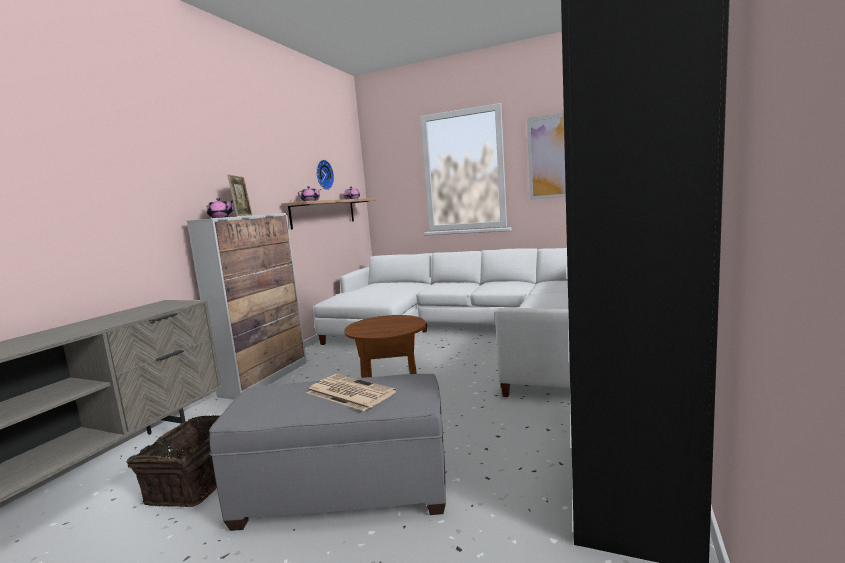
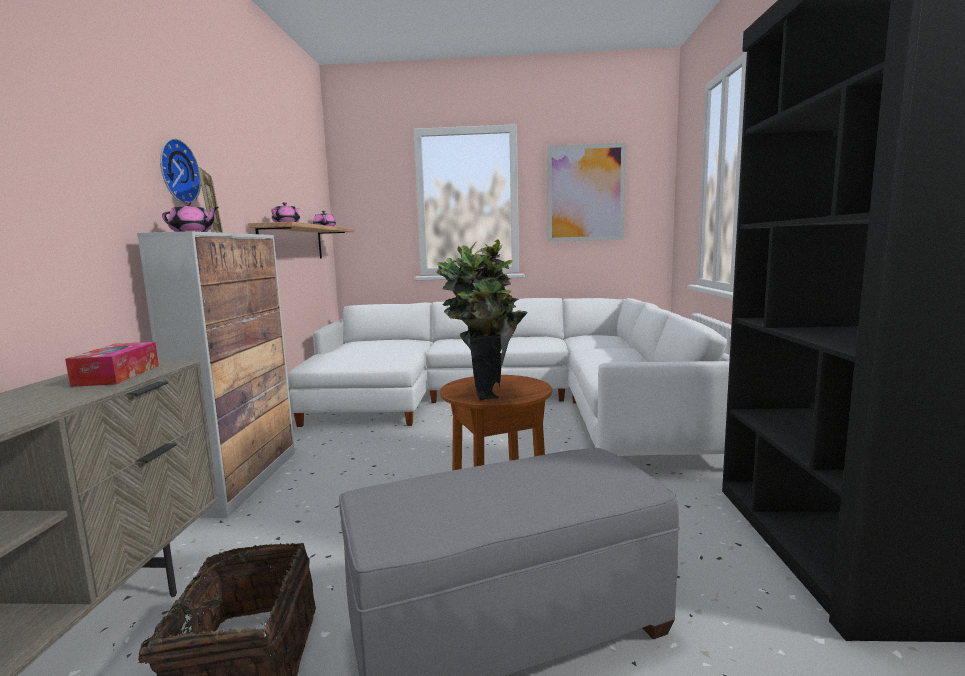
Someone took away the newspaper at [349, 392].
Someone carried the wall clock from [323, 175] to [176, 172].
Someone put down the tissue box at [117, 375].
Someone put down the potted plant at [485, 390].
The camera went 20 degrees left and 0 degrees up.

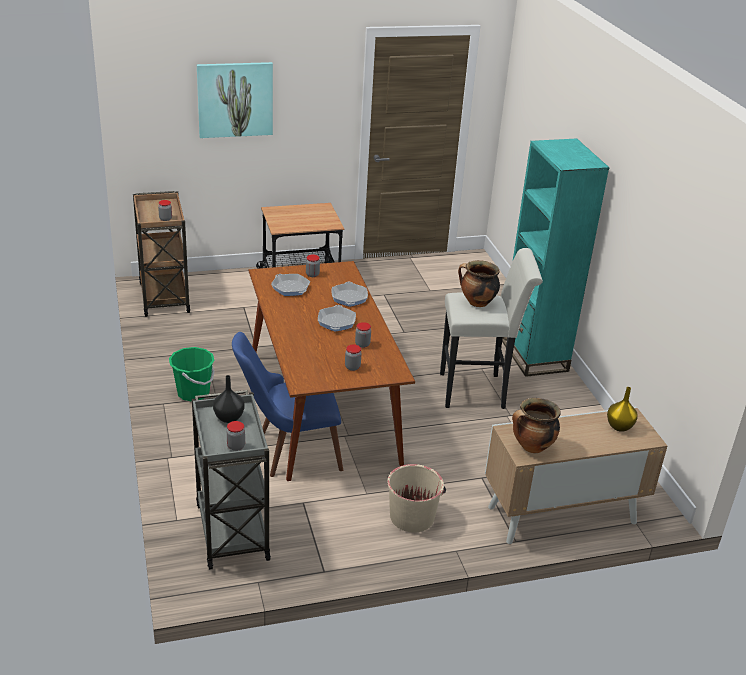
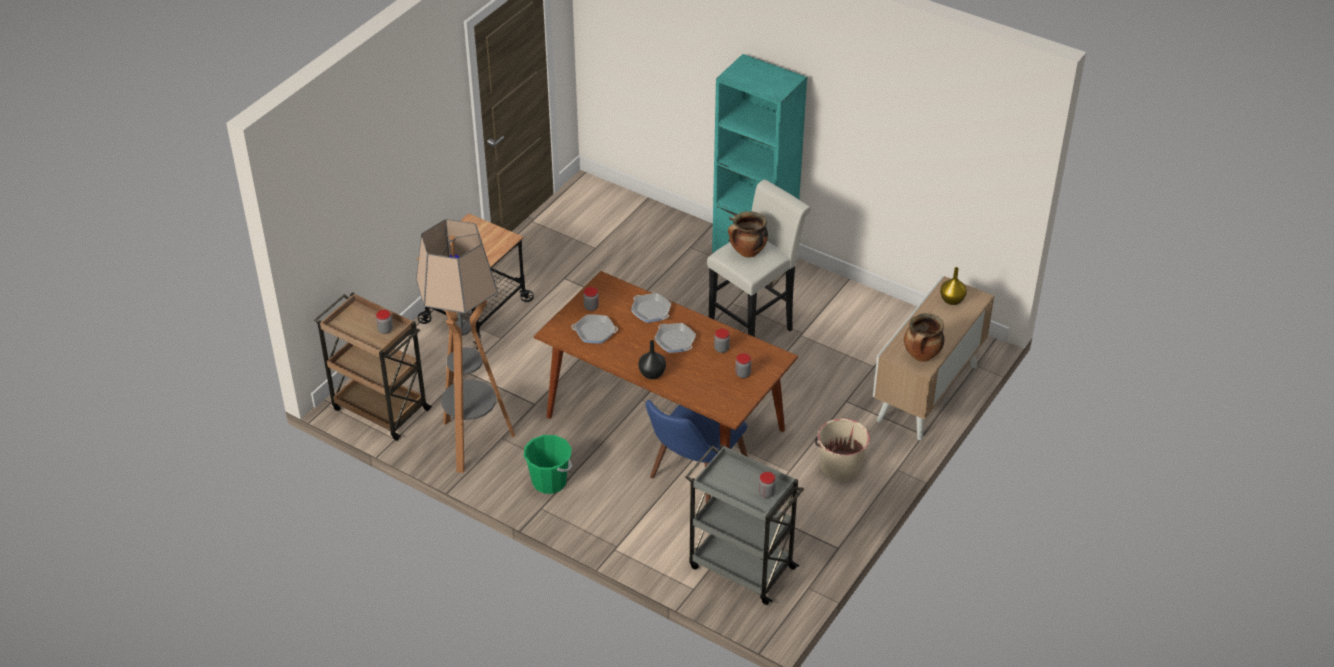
Someone took away the picture at [235, 99].
Someone carried the vase (black) from [228, 417] to [651, 374].
Someone put down the floor lamp at [473, 442].
The camera went 40 degrees left and 10 degrees up.

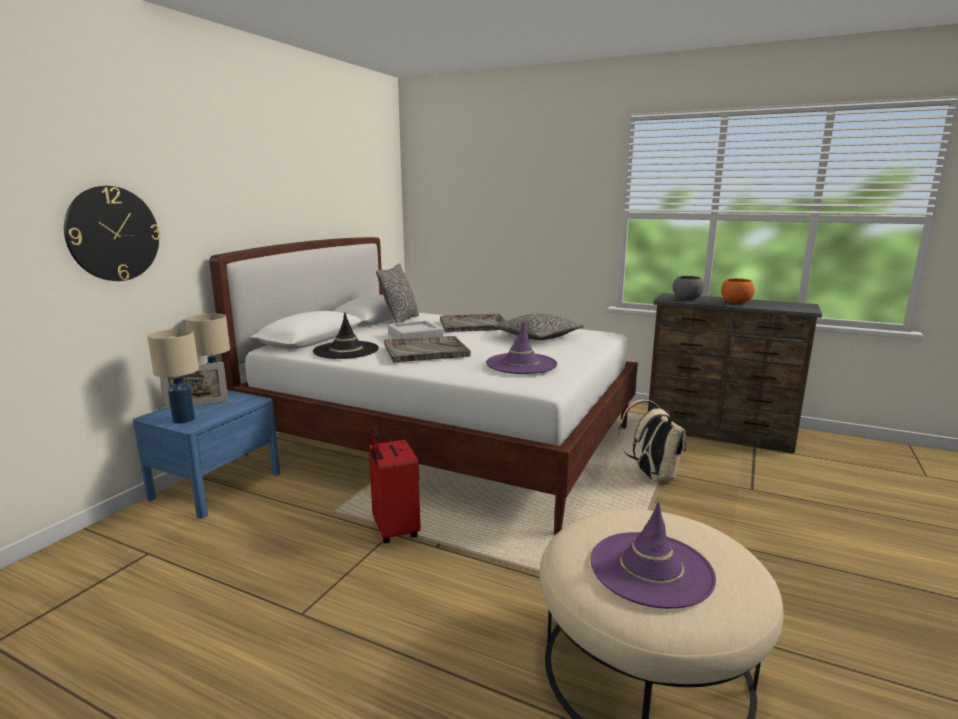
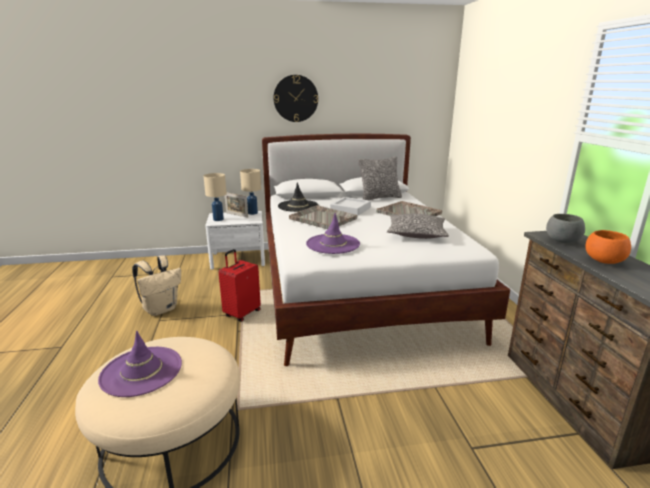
Someone carried the wall clock from [113, 234] to [295, 98].
Someone repainted the nightstand (blue) at [216, 486], which became the nightstand (white) at [238, 259].
Someone carried the backpack (beige) from [652, 475] to [161, 309].
The camera went 55 degrees right and 5 degrees up.

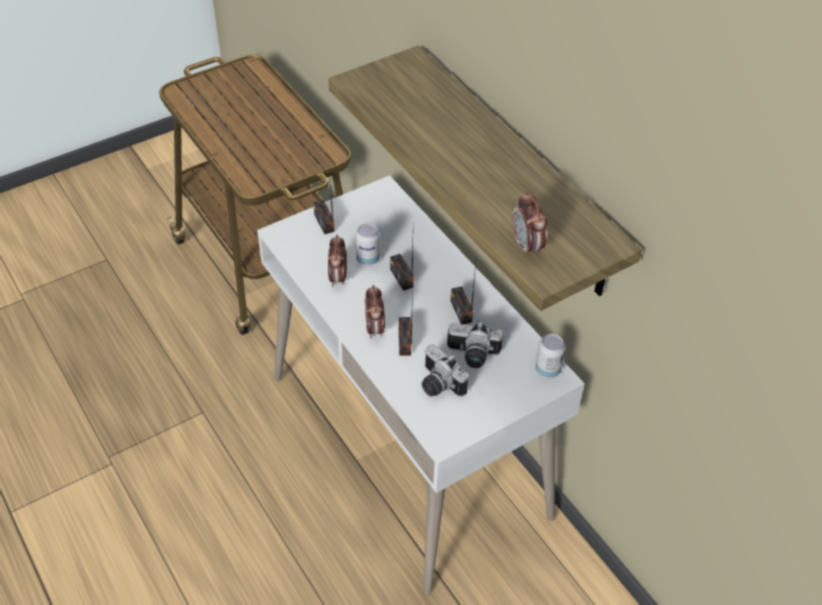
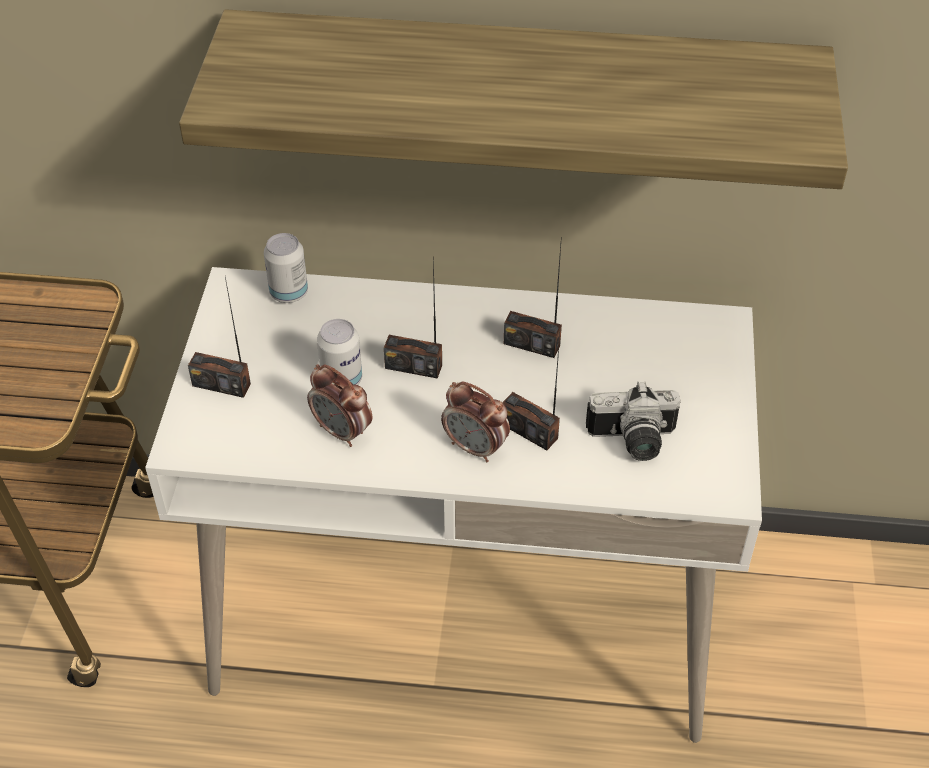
Someone took away the photo camera at [472, 356].
Someone took away the alarm clock at [527, 246].
Someone carried the can from [547, 370] to [289, 293].
The camera went 50 degrees left and 0 degrees up.

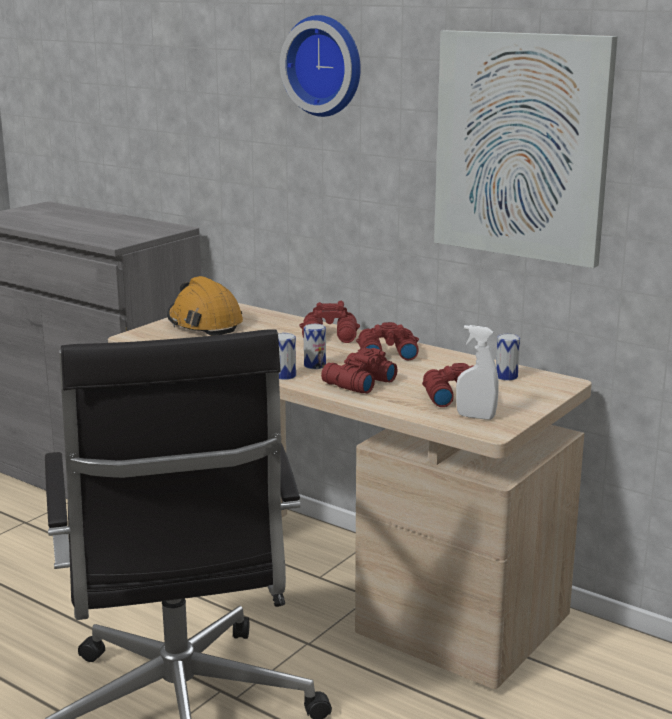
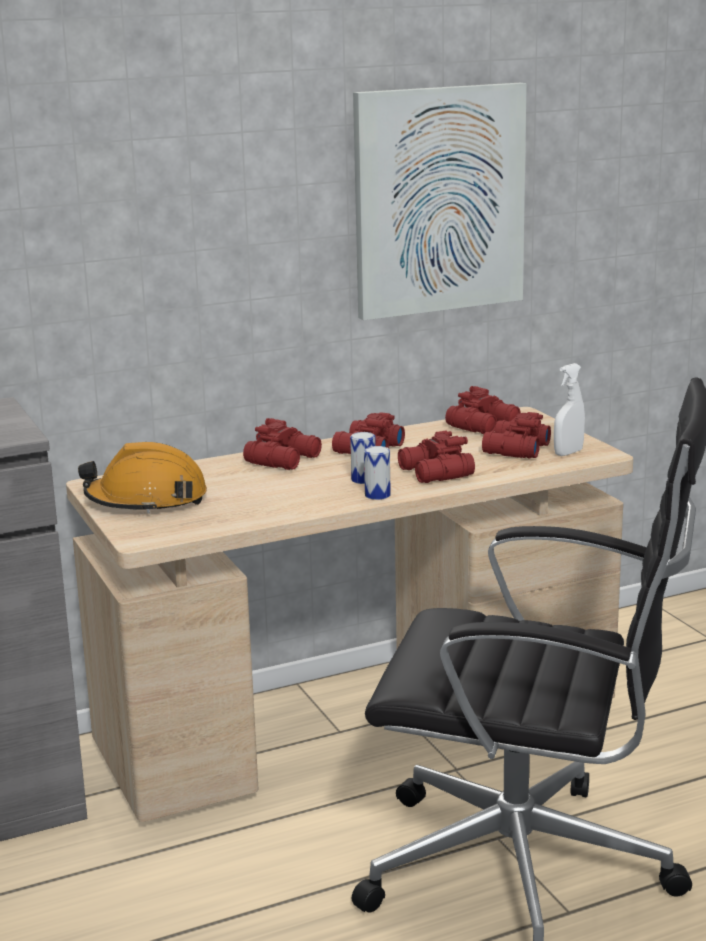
Someone took away the wall clock at [325, 65].
Someone swapped the can at [506, 376] for the binoculars (red) at [485, 426].
The camera went 60 degrees left and 0 degrees up.

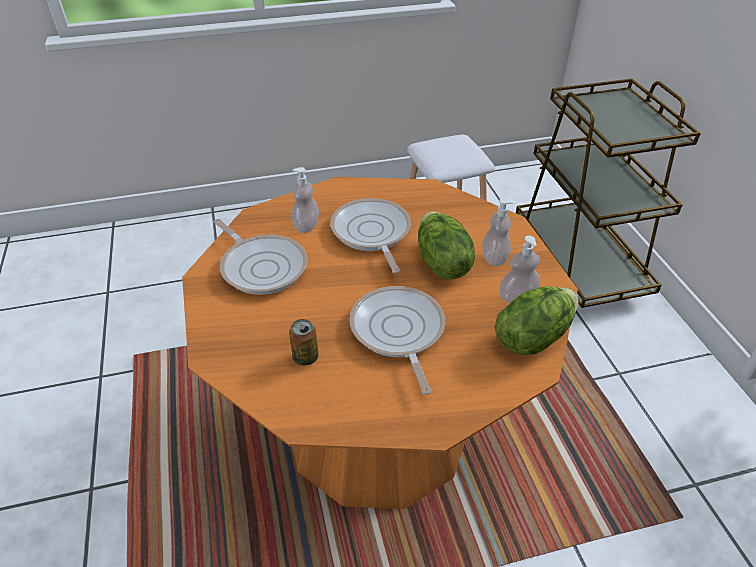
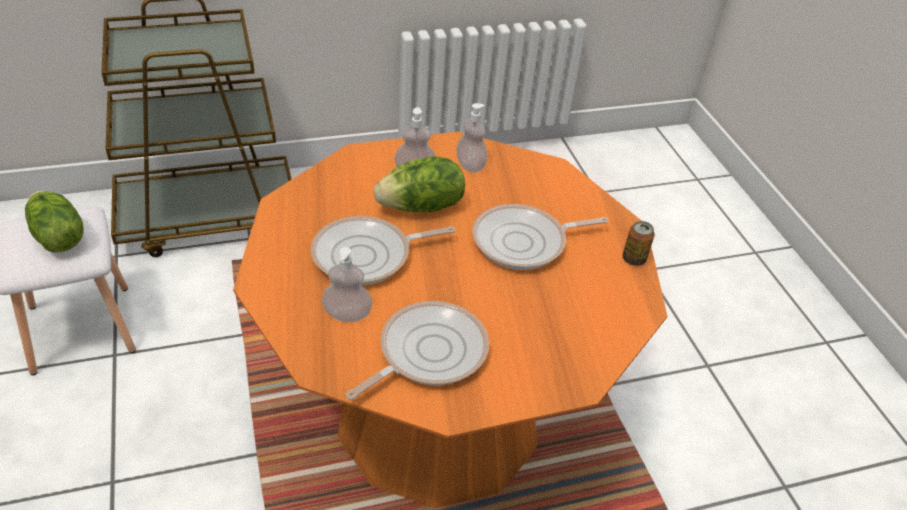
Someone carried the can from [305, 357] to [633, 259].
Someone carried the lettuce from [532, 337] to [57, 238].
The camera went 95 degrees left and 0 degrees up.

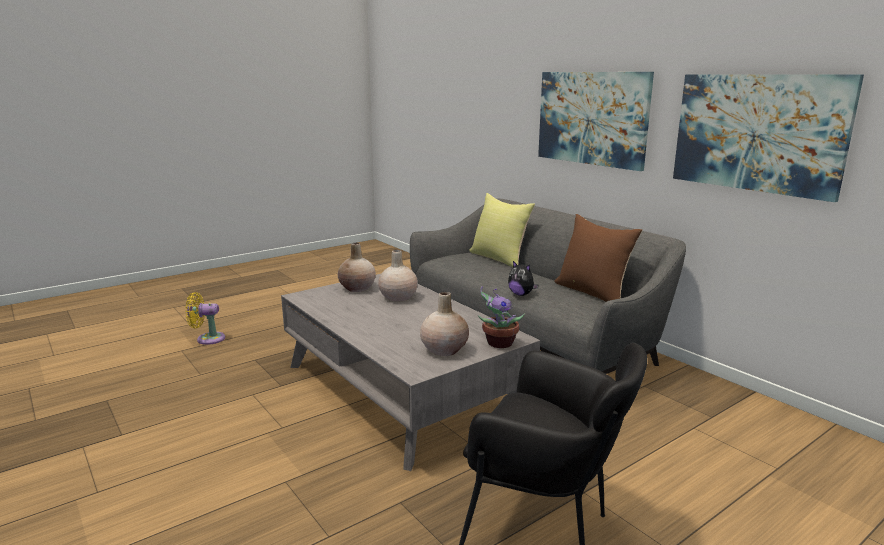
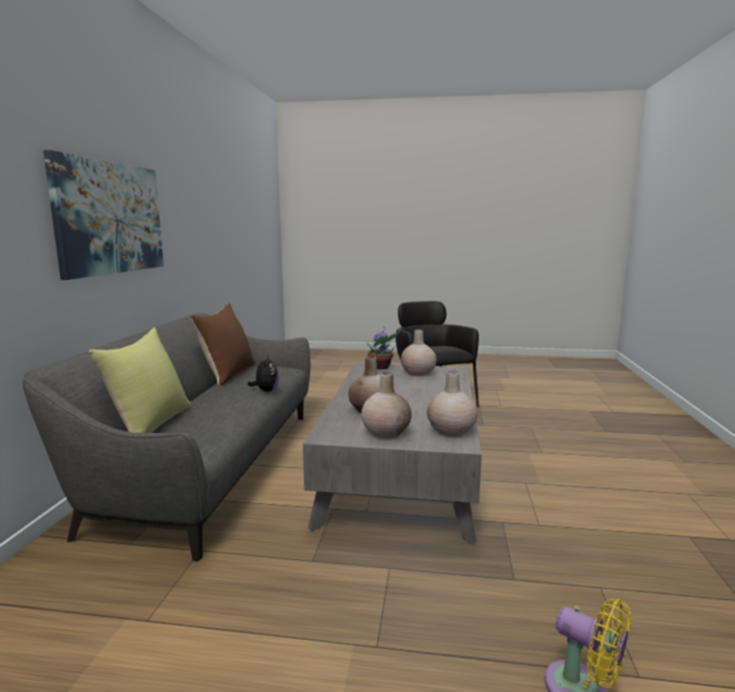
Someone took away the picture at [757, 133].
Someone put down the vase (beige) at [451, 431].
The camera went 135 degrees left and 5 degrees down.

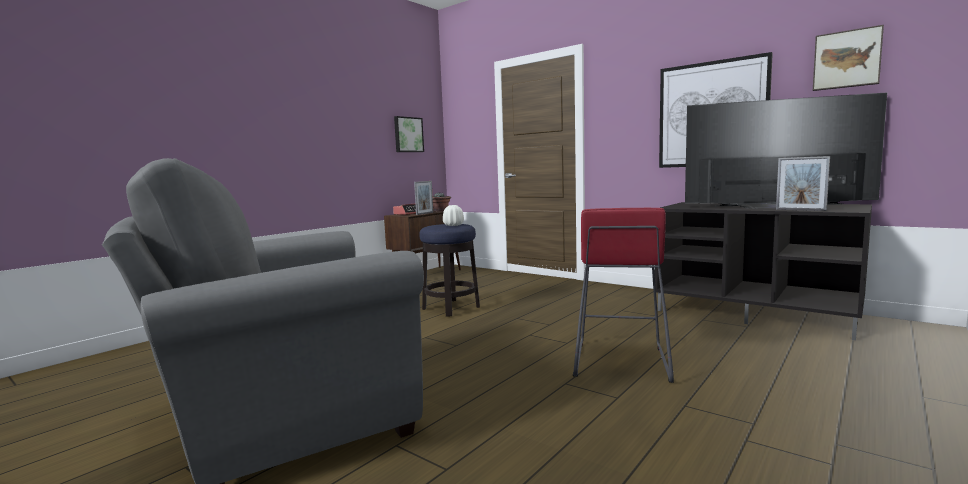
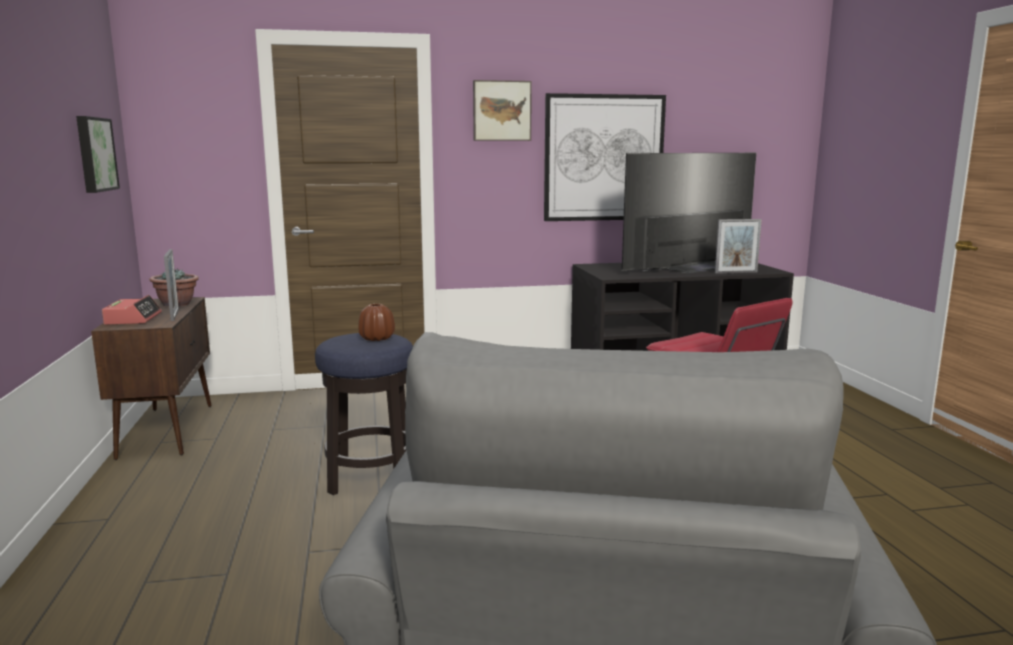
Someone repainted the vase (white) at [453, 225], which became the vase (brown) at [377, 338].
Someone carried the picture from [847, 59] to [501, 111].
The camera went 50 degrees left and 5 degrees up.

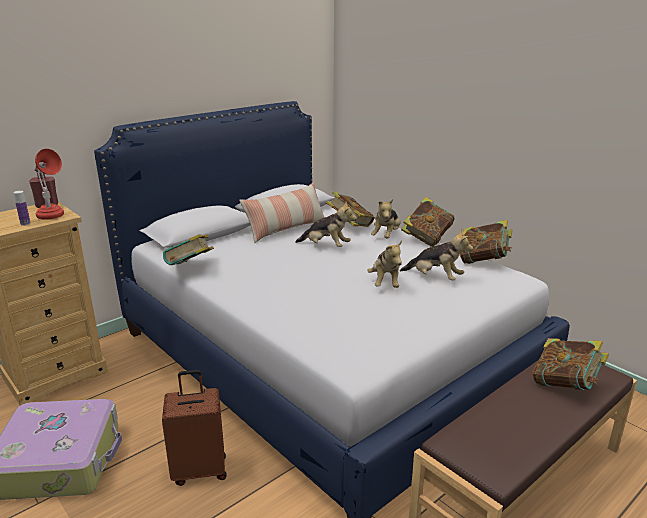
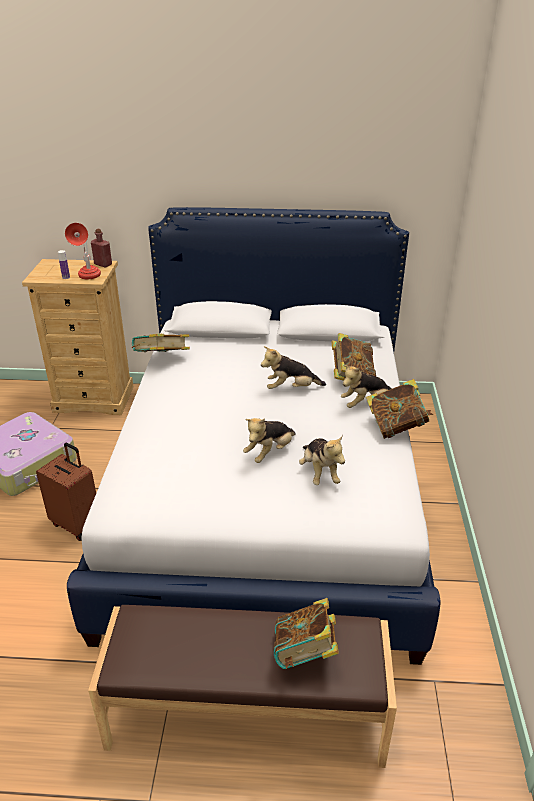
Someone took away the pillow at [286, 229].
Someone rotated the plush toy at [326, 246] by 105 degrees clockwise.
Someone took away the book at [483, 261].
The camera went 45 degrees right and 10 degrees up.

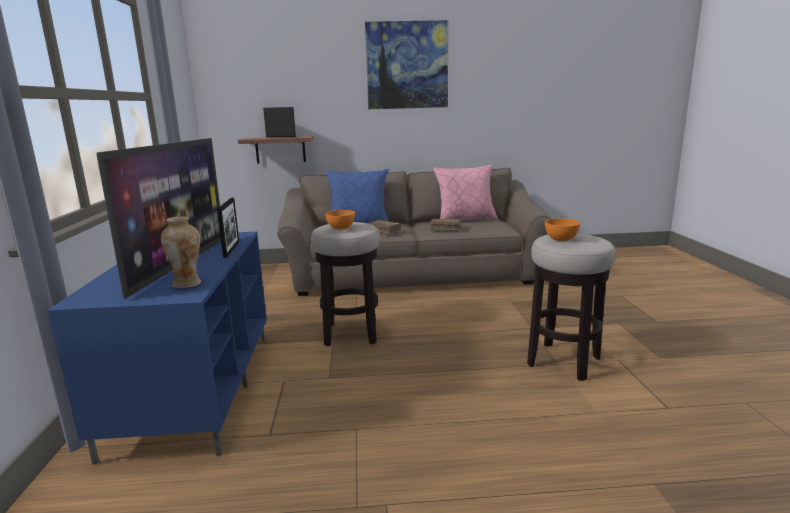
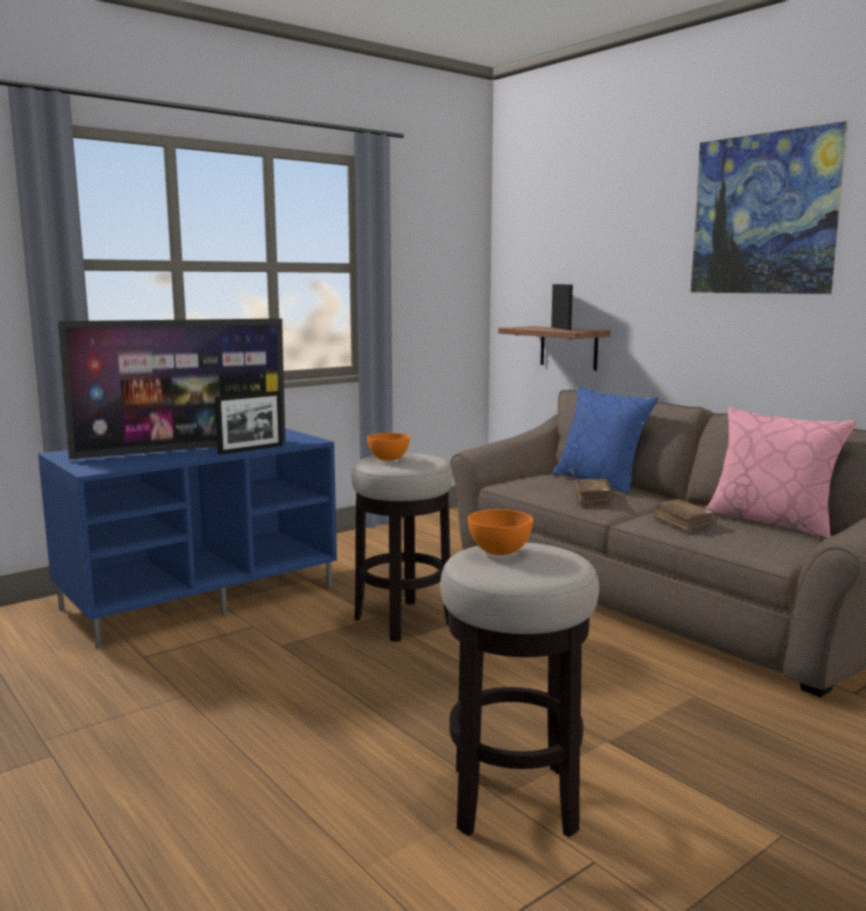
Someone took away the vase at [187, 284].
The camera went 55 degrees right and 5 degrees down.

